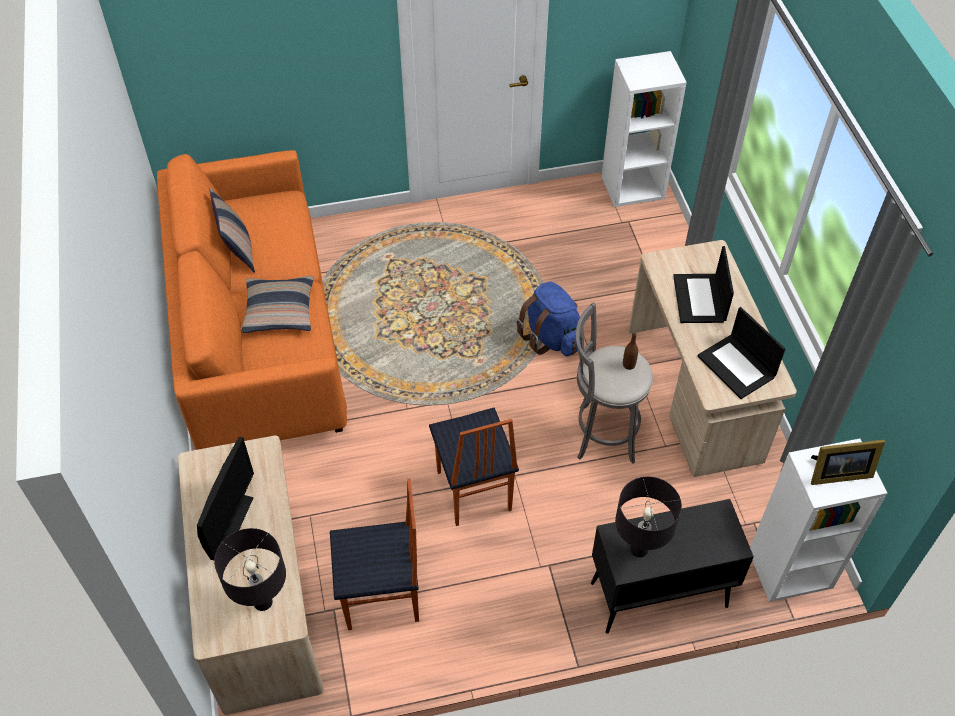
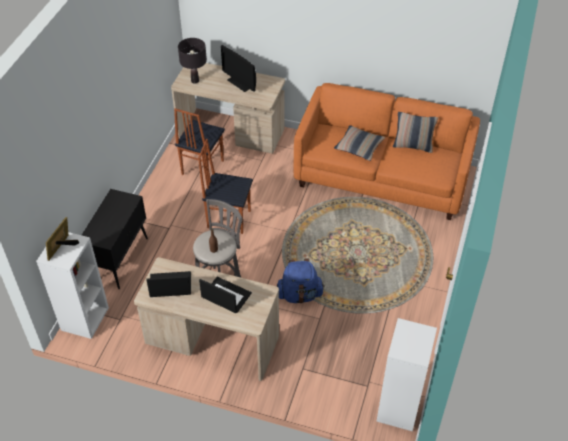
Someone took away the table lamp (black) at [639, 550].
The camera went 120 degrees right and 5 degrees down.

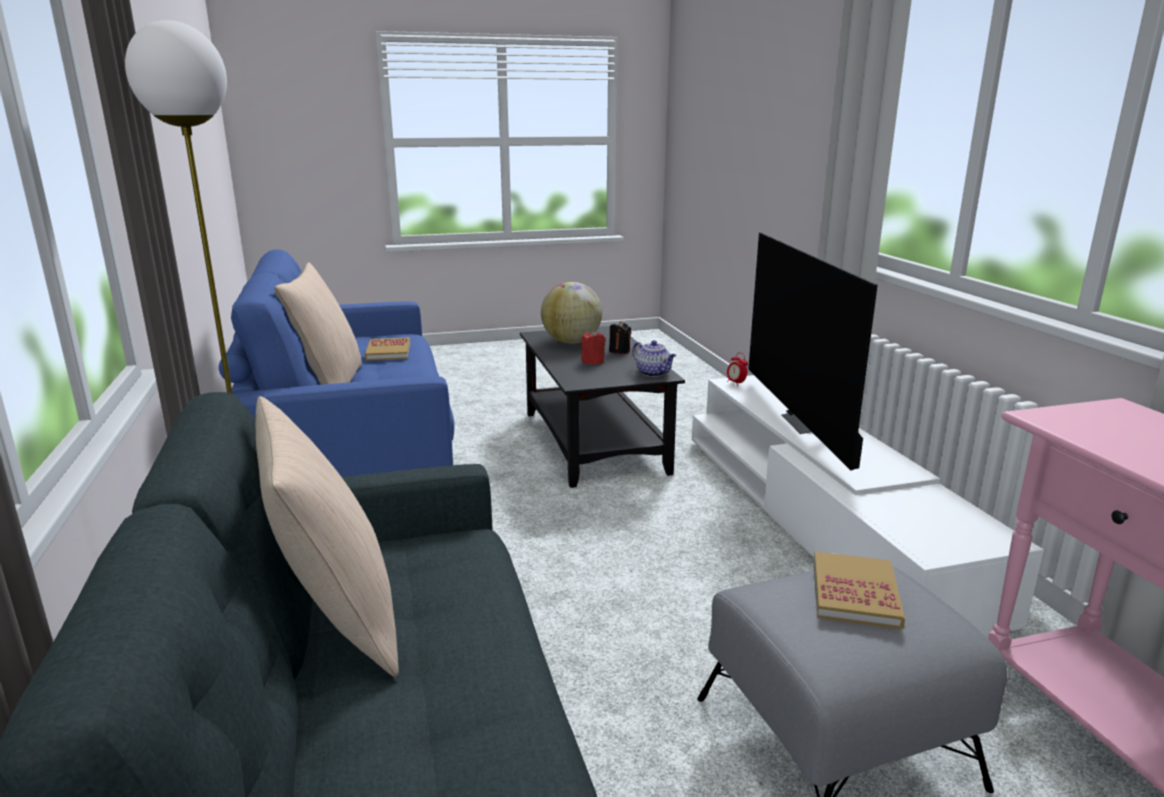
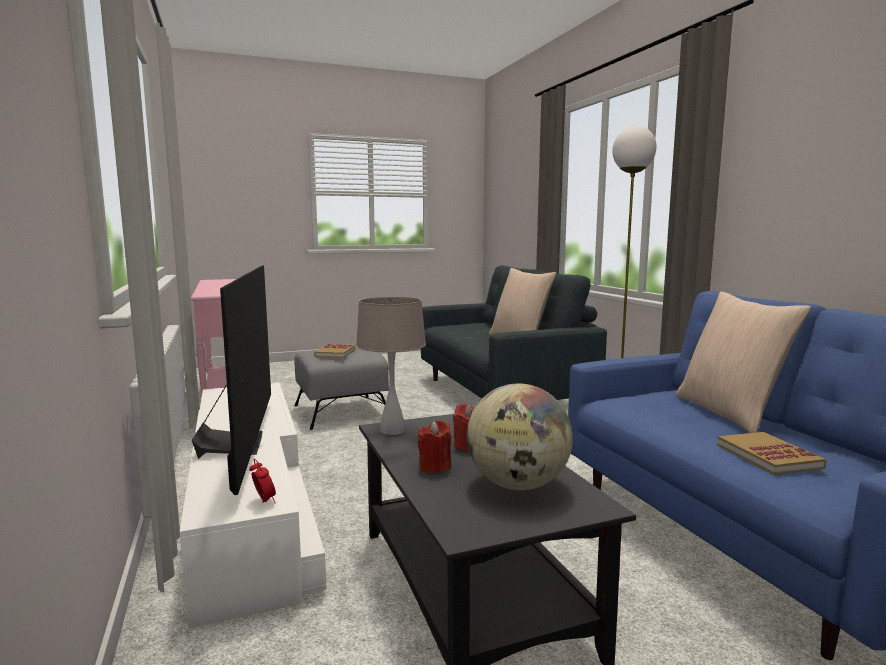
Someone repainted the candle (black) at [619, 351], which became the candle (red) at [435, 466].
Someone swapped the teapot at [654, 373] for the table lamp (beige) at [392, 430].
The camera went 175 degrees right and 10 degrees down.

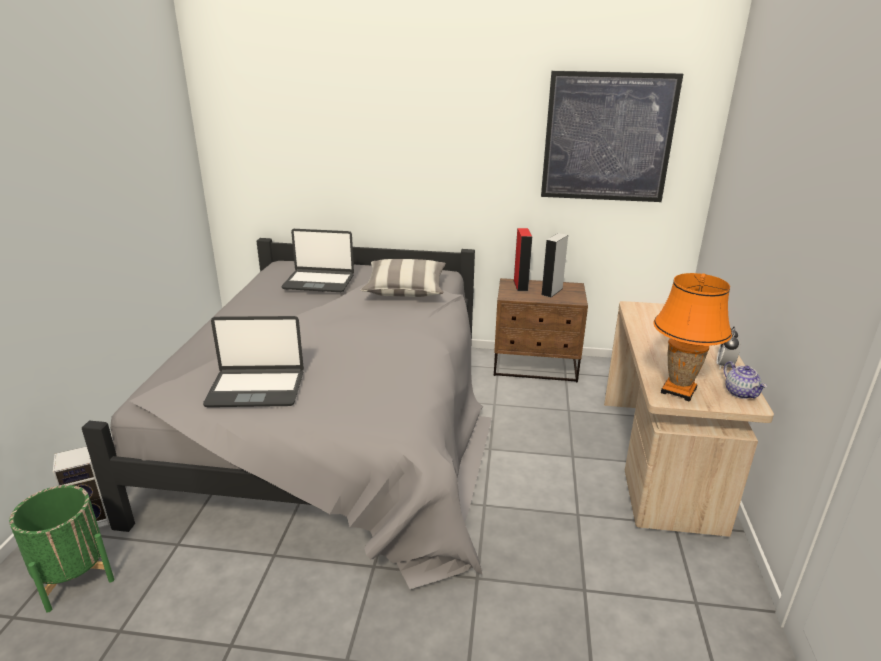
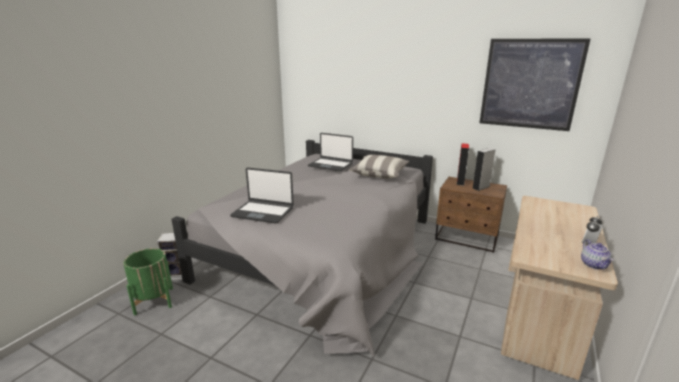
Someone took away the table lamp (orange) at [678, 390].
The camera went 20 degrees right and 5 degrees down.

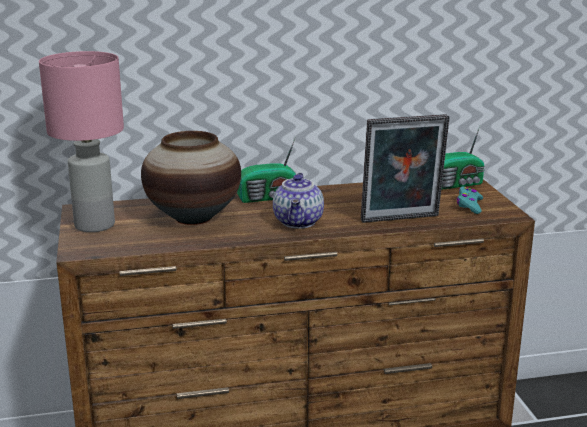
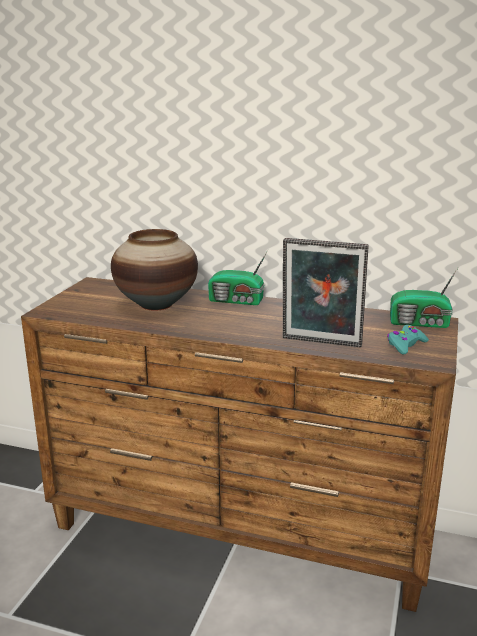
Someone took away the table lamp (pink) at [93, 225].
Someone took away the teapot at [299, 222].
The camera went 30 degrees right and 0 degrees up.

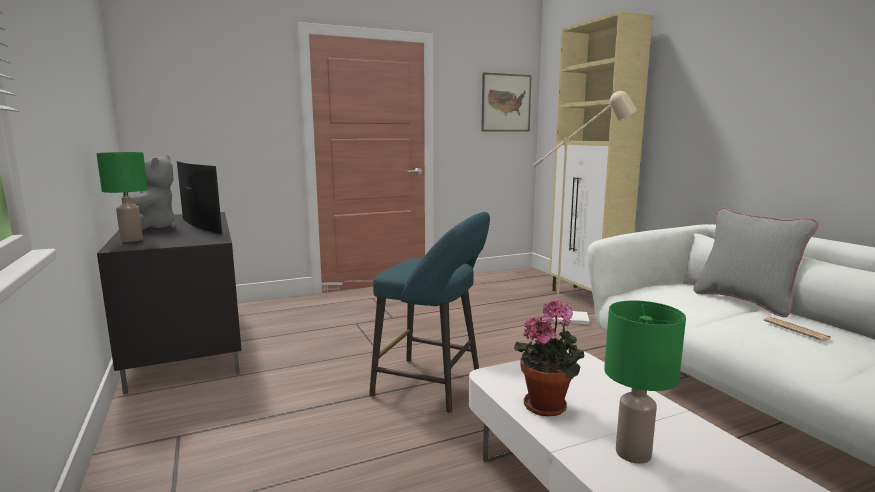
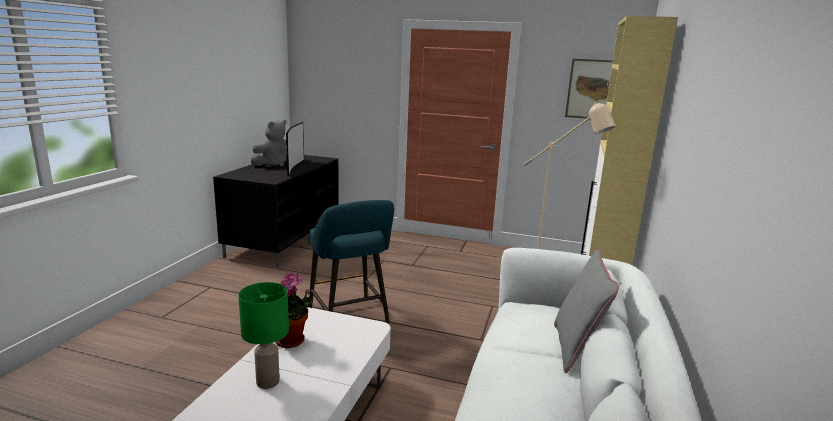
Someone took away the table lamp (green) at [131, 240].
Someone took away the newspaper at [796, 329].
The camera went 40 degrees right and 5 degrees up.

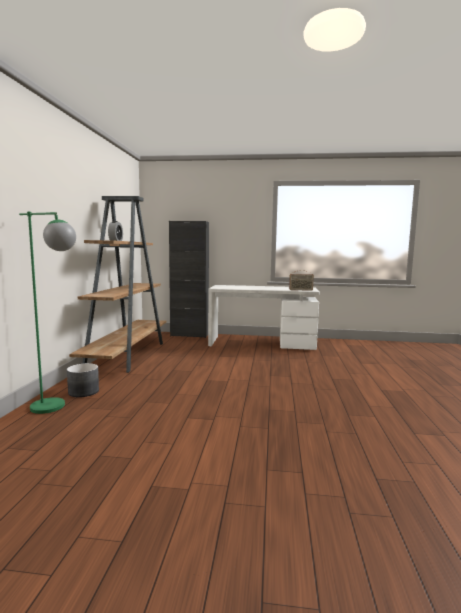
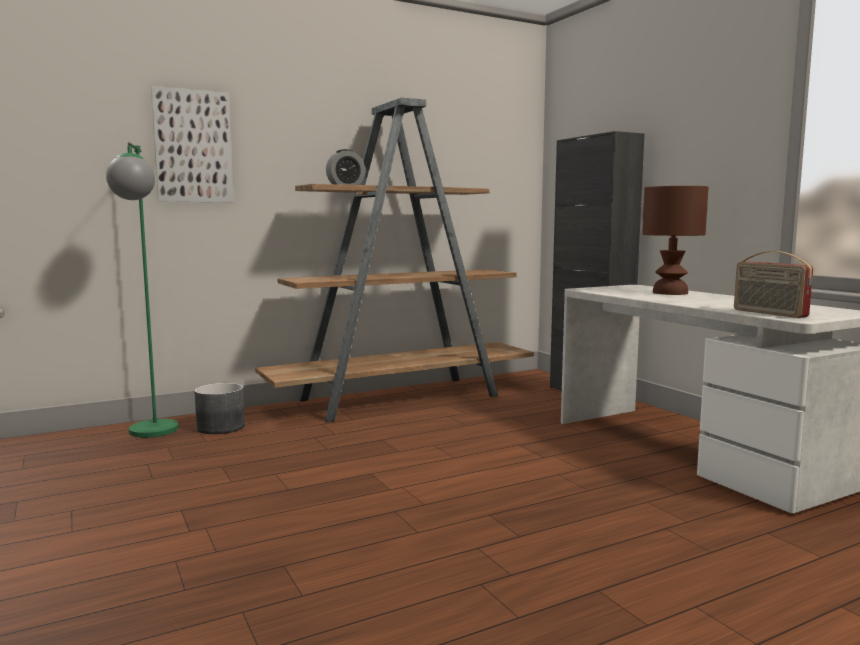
Someone put up the picture at [193, 146].
Someone put down the table lamp (brown) at [669, 293].
The camera went 55 degrees right and 0 degrees up.

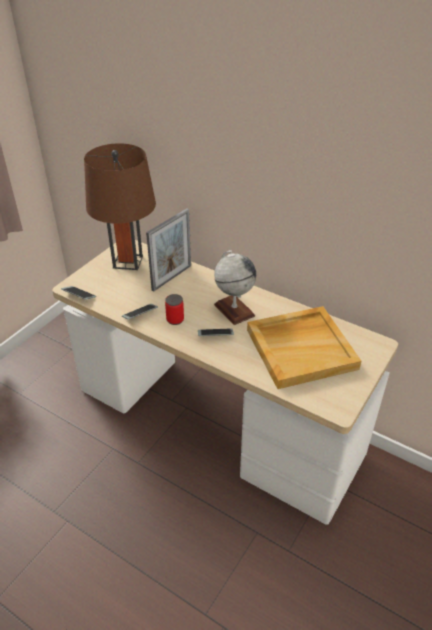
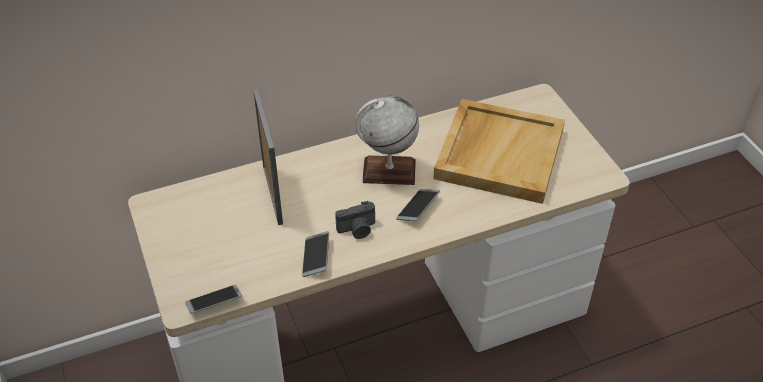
Someone took away the table lamp (brown) at [128, 262].
Someone swapped the can at [175, 319] for the photo camera at [357, 230].
The camera went 55 degrees left and 5 degrees up.

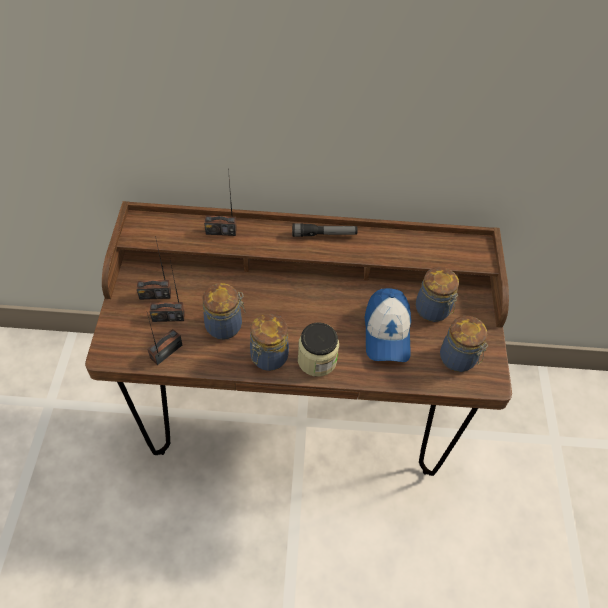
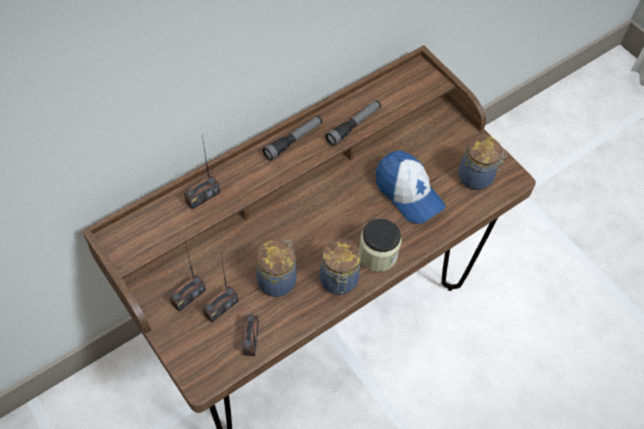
Someone took away the jar at [433, 310].
Someone put down the flashlight at [354, 125].
The camera went 40 degrees left and 5 degrees up.

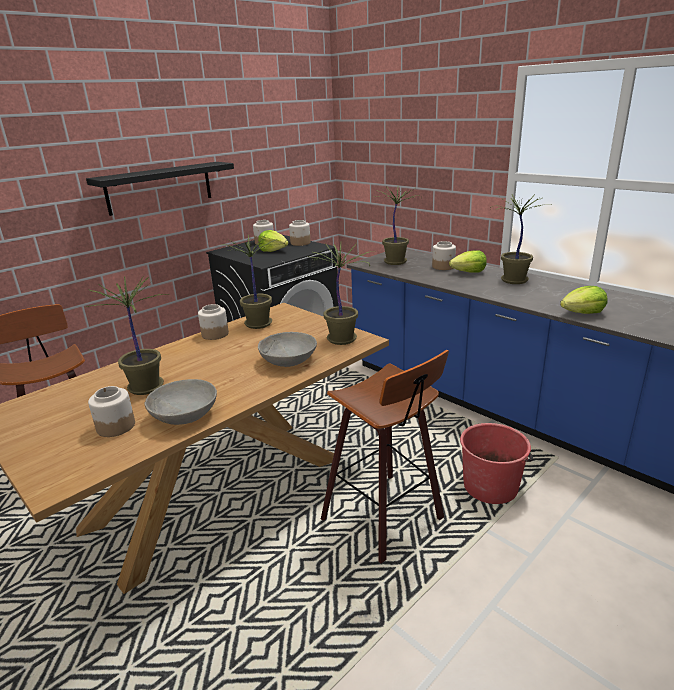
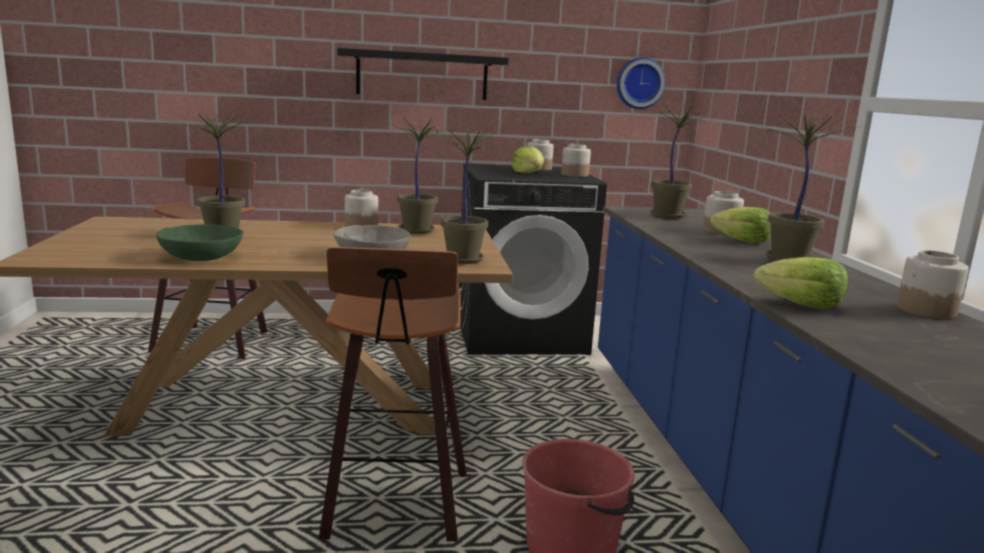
Someone carried the jar from [116, 426] to [925, 310].
Someone repainted the bowl (grey) at [184, 415], which became the bowl (green) at [201, 257].
Someone put up the wall clock at [639, 83].
The camera went 35 degrees right and 10 degrees down.

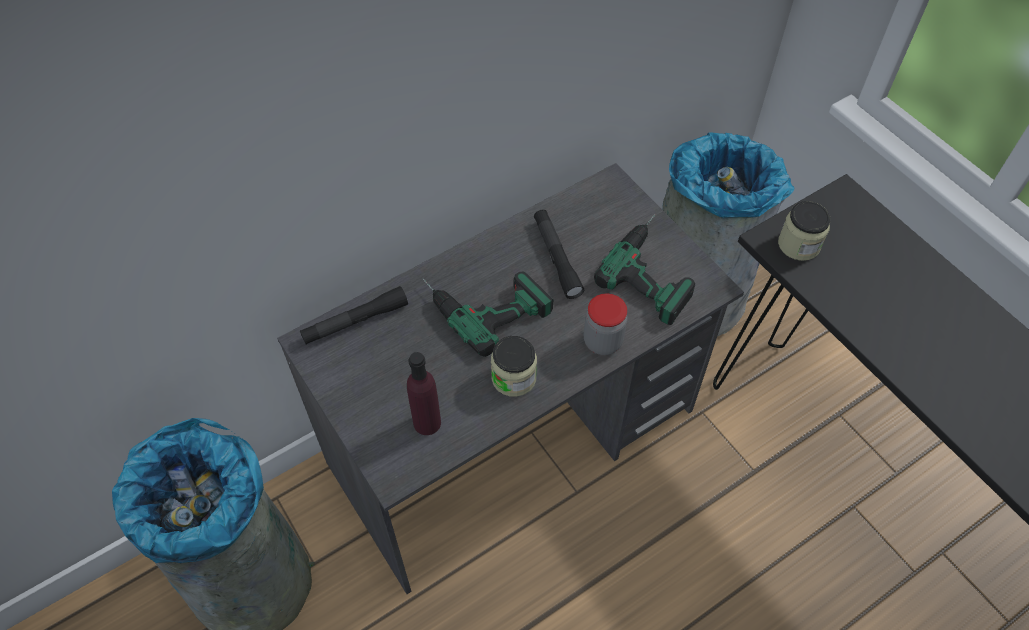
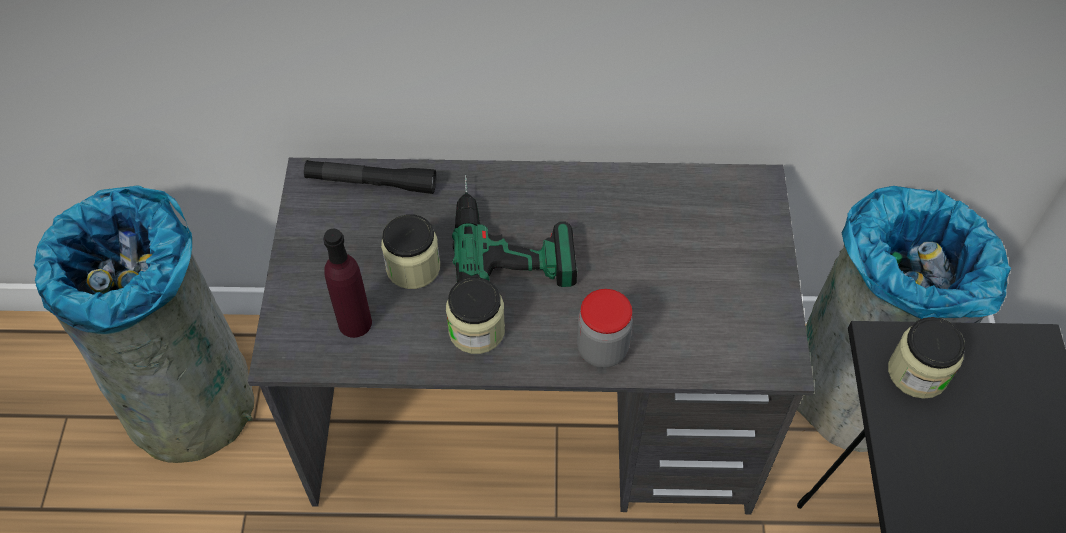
Someone took away the flashlight (black) at [556, 258].
Someone took away the power drill at [656, 269].
Someone put down the jar at [413, 267].
The camera went 35 degrees right and 0 degrees up.

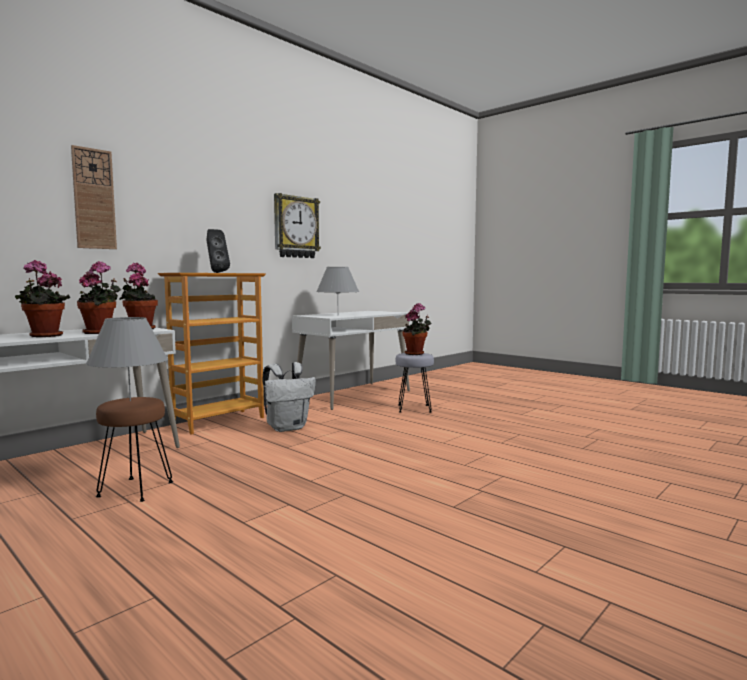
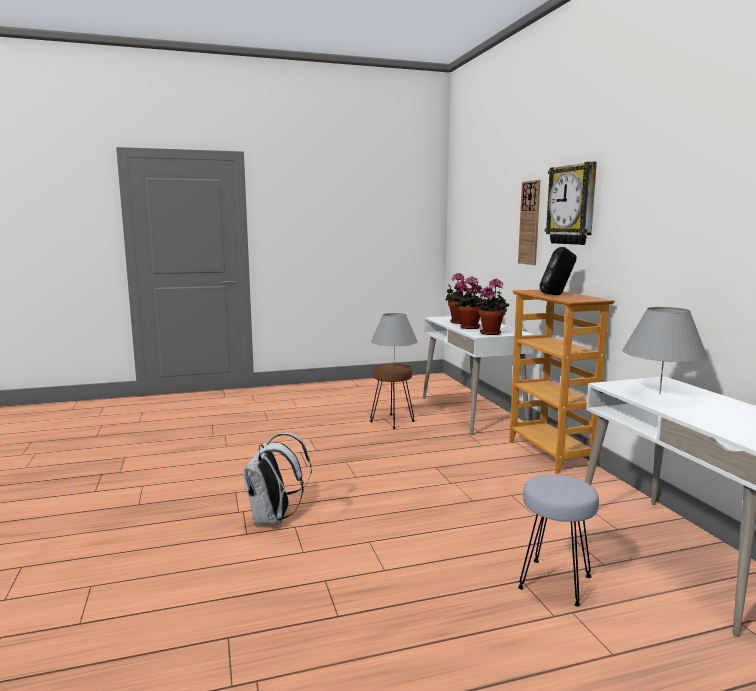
Someone carried the backpack (white) from [287, 428] to [274, 519].
Someone carried the wall clock from [295, 227] to [572, 205].
Someone took away the potted plant at [416, 354].
The camera went 120 degrees right and 5 degrees up.

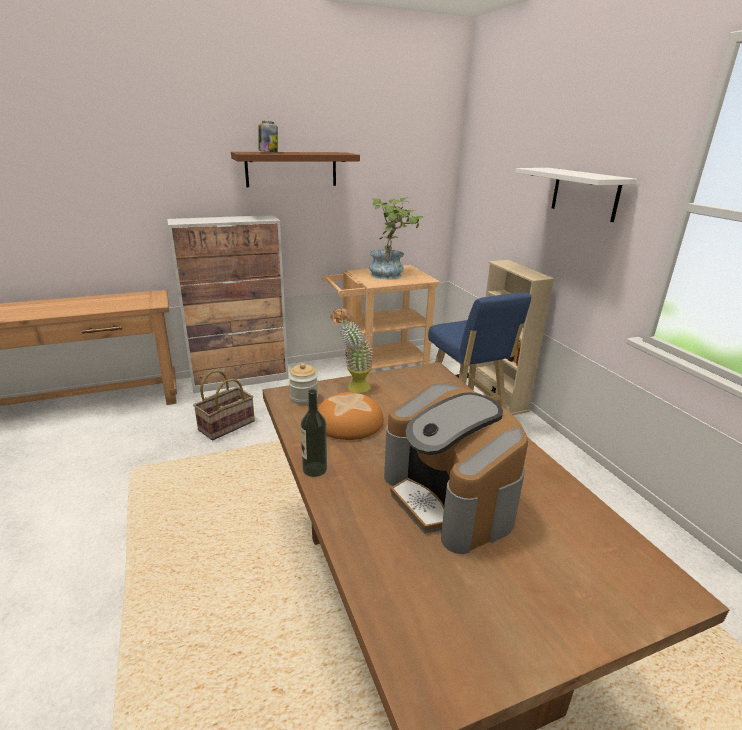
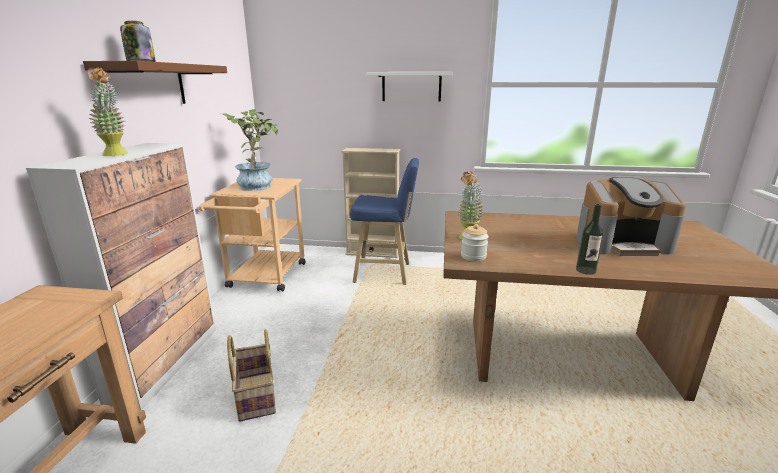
Someone took away the bread at [348, 422].
Someone put down the potted plant at [116, 155].
The camera went 60 degrees left and 5 degrees down.

